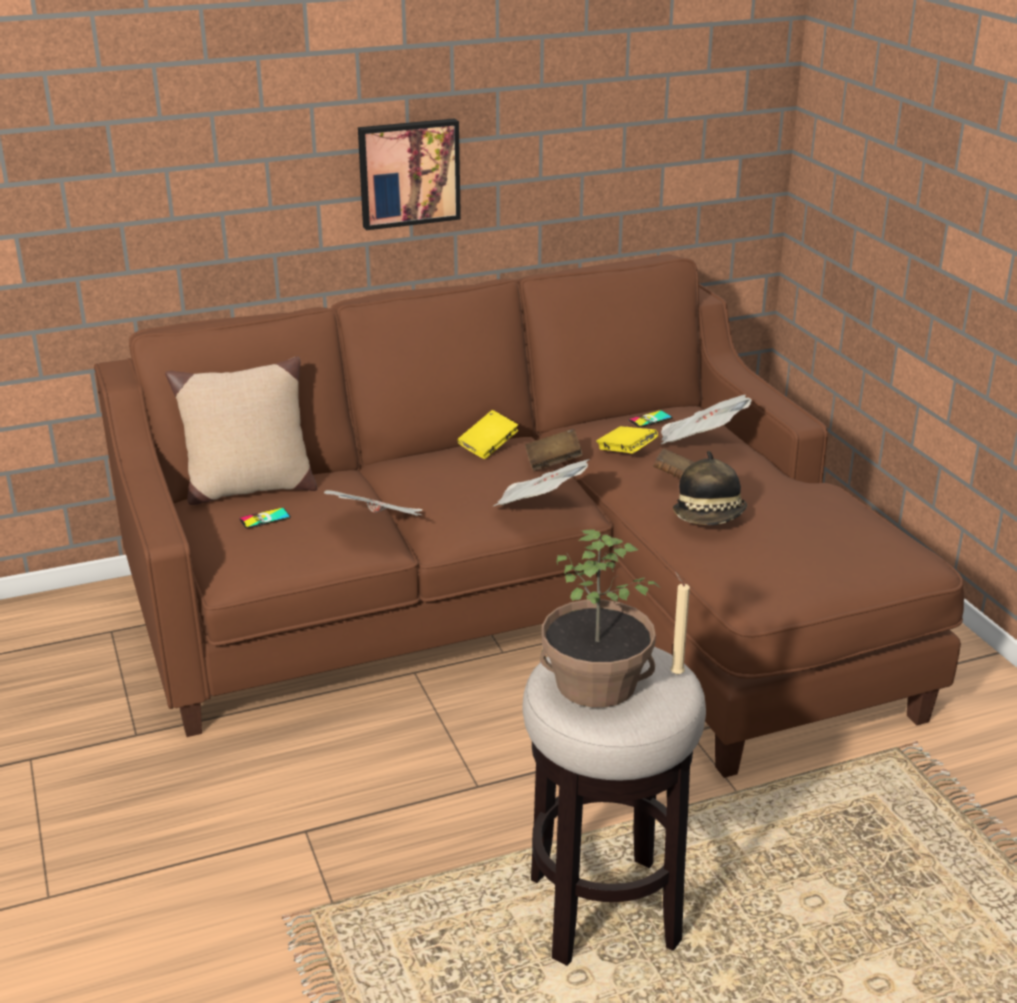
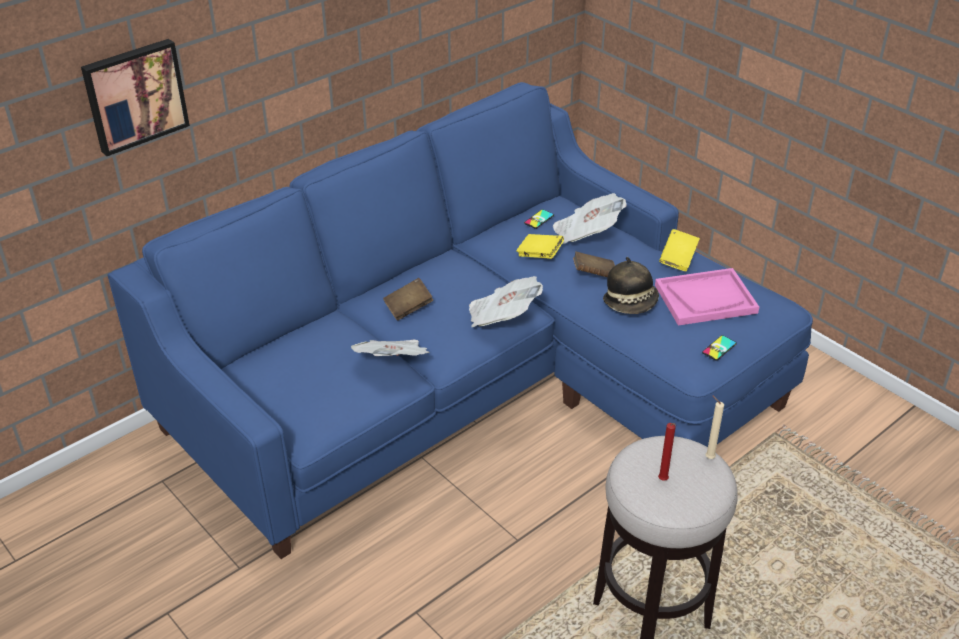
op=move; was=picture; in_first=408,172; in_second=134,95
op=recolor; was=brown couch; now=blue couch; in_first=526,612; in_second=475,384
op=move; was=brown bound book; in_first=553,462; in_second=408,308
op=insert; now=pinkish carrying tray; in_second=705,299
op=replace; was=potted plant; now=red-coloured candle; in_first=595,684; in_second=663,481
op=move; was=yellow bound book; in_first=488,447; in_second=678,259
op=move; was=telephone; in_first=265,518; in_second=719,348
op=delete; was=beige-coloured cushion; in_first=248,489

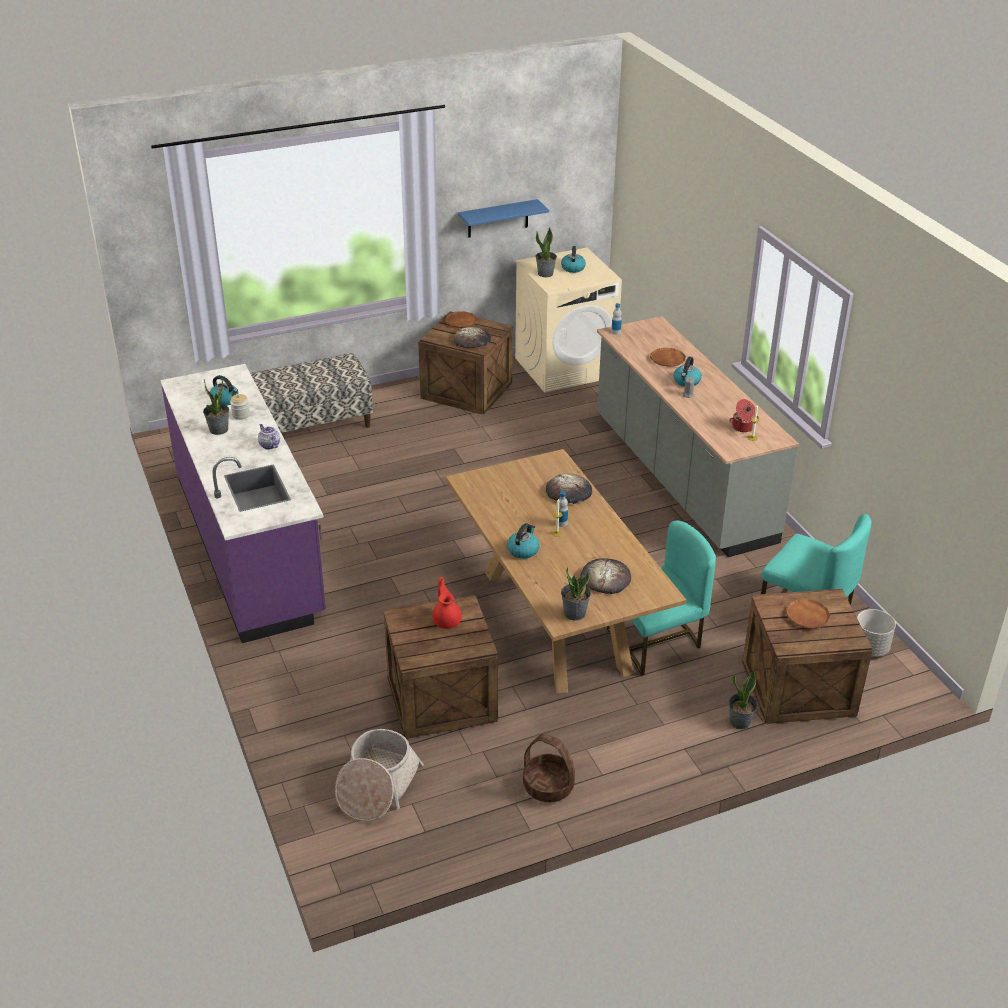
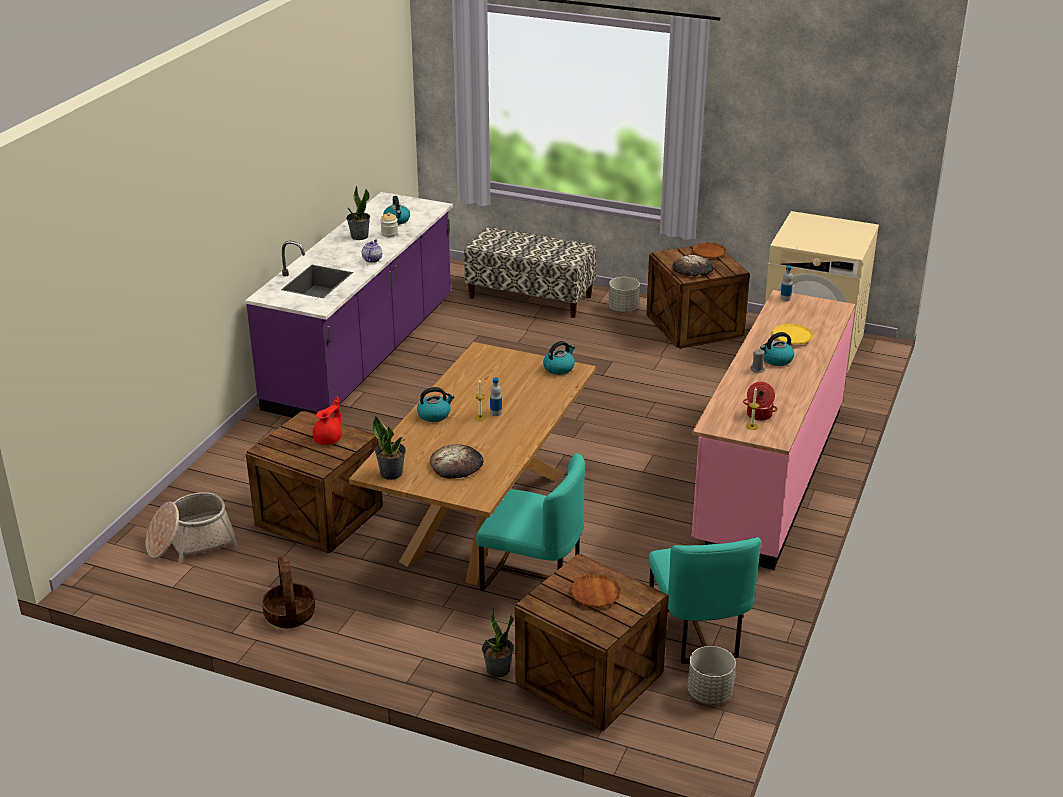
op=move; was=water kettle; in_first=573,268; in_second=559,368
op=insert; now=gray planter; in_second=623,309
op=recolor; was=gray kitchen counter; now=pinkish kitchen counter; in_first=681,479; in_second=768,475
op=recolor; was=brown flat dish; now=yellow flat dish; in_first=667,359; in_second=792,337
op=delete; was=blue wall shelf; in_first=498,218
op=delete; was=potted plant; in_first=545,274
op=delete; was=baked bread; in_first=569,492

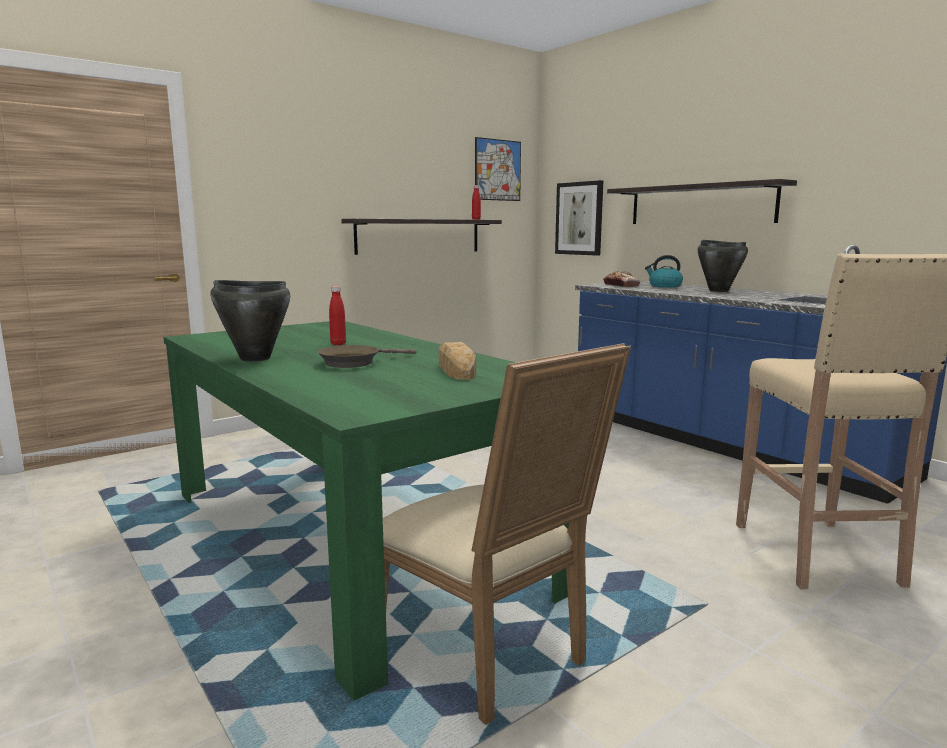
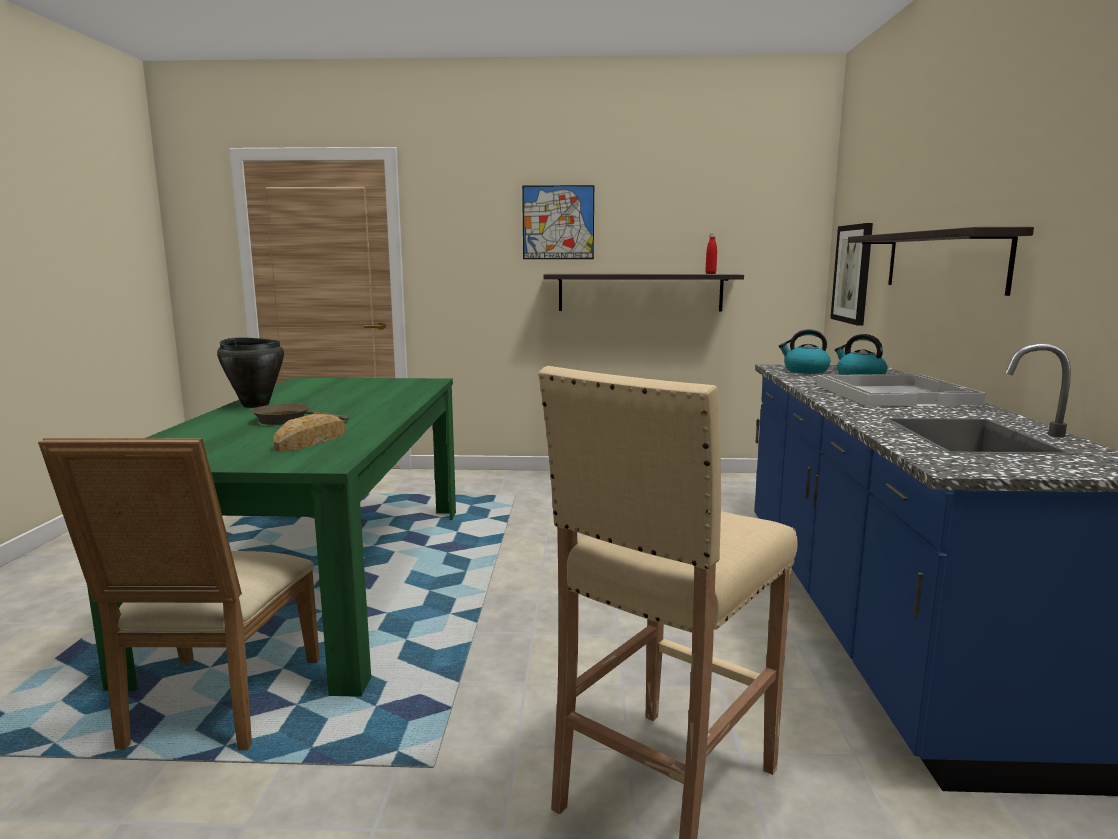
op=move; was=picture; in_first=497,170; in_second=558,222
op=replace; was=baked bread; now=water kettle; in_first=621,285; in_second=805,371
op=replace; was=black saucepot; now=white-coloured carrying tray; in_first=718,291; in_second=894,394
op=delete; was=red-coloured drink bottle; in_first=338,344

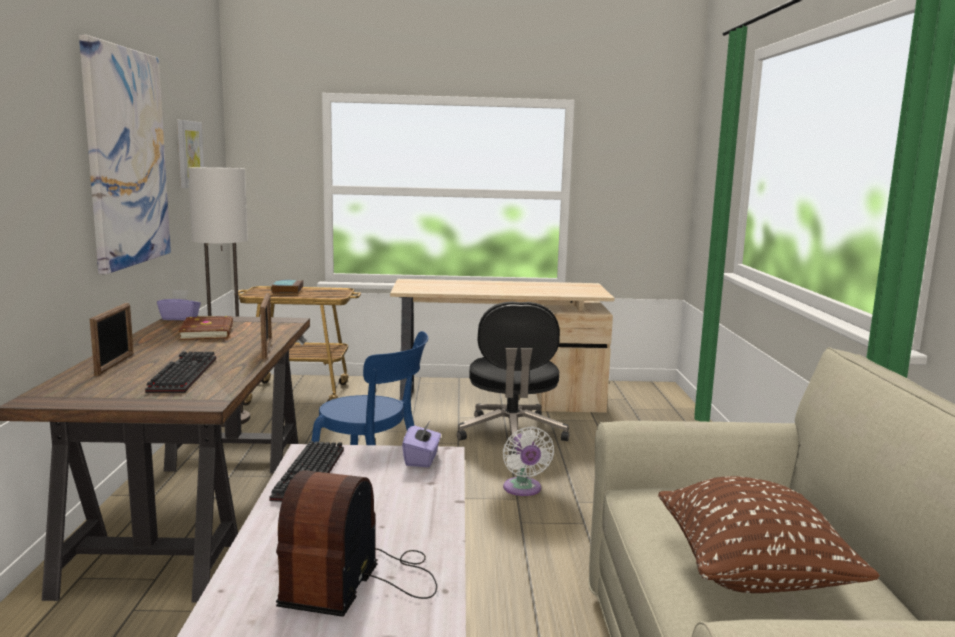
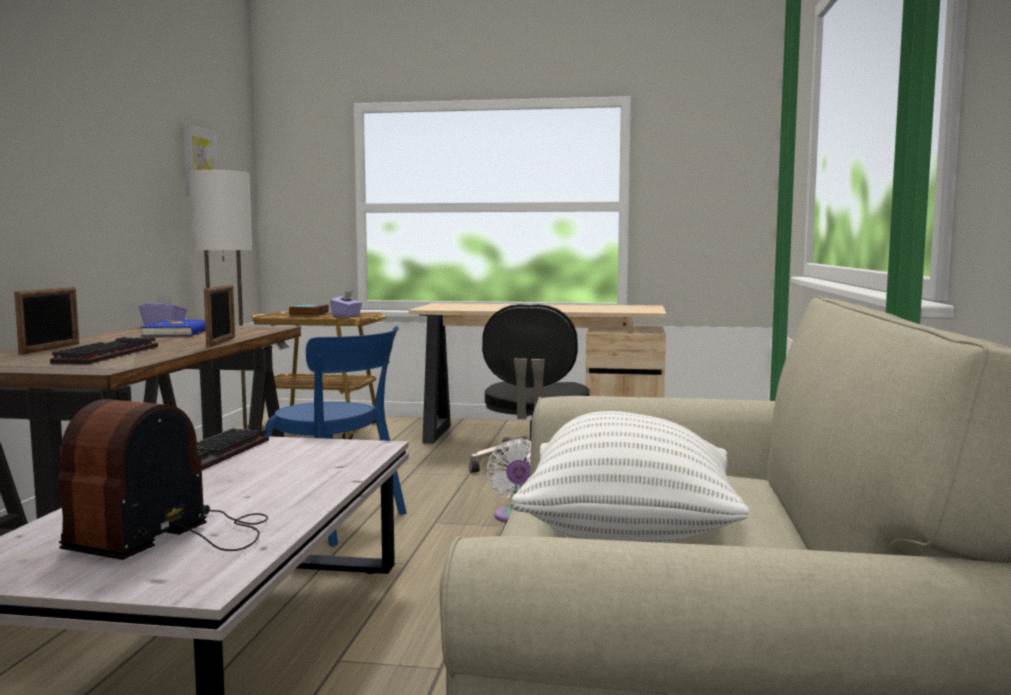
op=recolor; was=brown bound book; now=blue bound book; in_first=208,331; in_second=179,332
op=move; was=purple box of tissues; in_first=422,459; in_second=347,316
op=recolor; was=brown cushion; now=white-coloured cushion; in_first=752,574; in_second=628,534
op=delete; was=picture; in_first=126,158

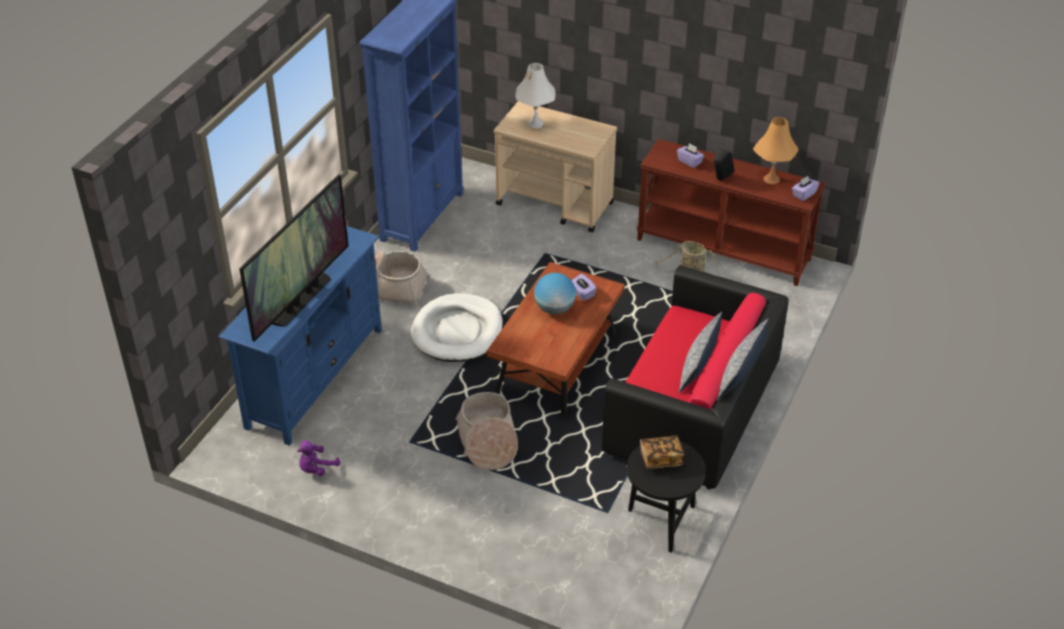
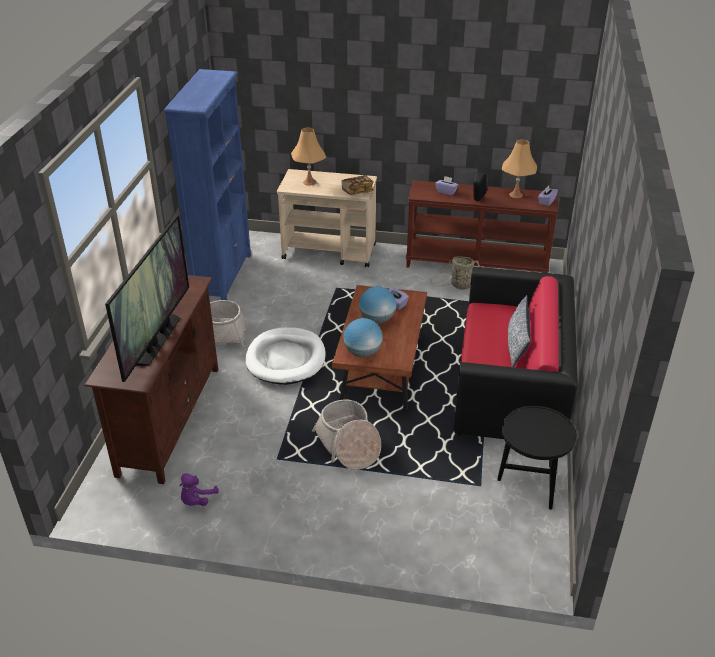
op=recolor; was=blue tv unit; now=brown tv unit; in_first=314,377; in_second=169,419
op=recolor; was=white-coloured tabletop lamp; now=orange tabletop lamp; in_first=535,123; in_second=309,182
op=move; was=bound book; in_first=661,458; in_second=357,191
op=insert; now=world globe; in_second=363,353
op=delete; was=cushion; in_first=740,372

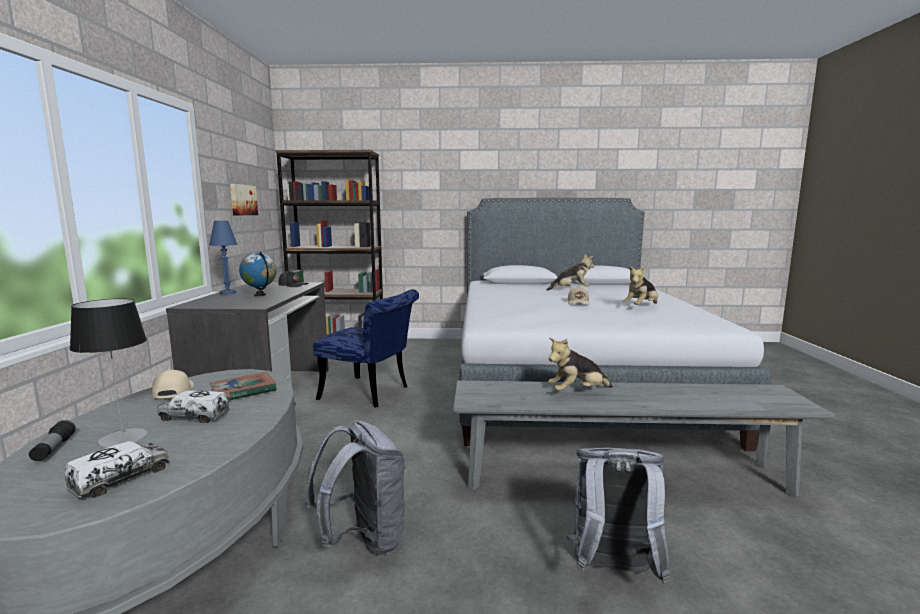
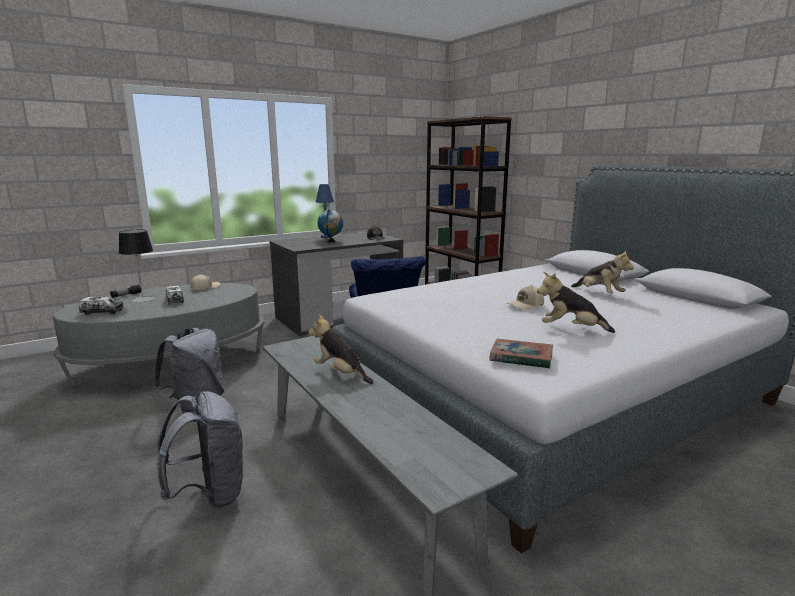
op=move; was=bound book; in_first=243,391; in_second=521,358
op=delete; was=picture; in_first=242,200

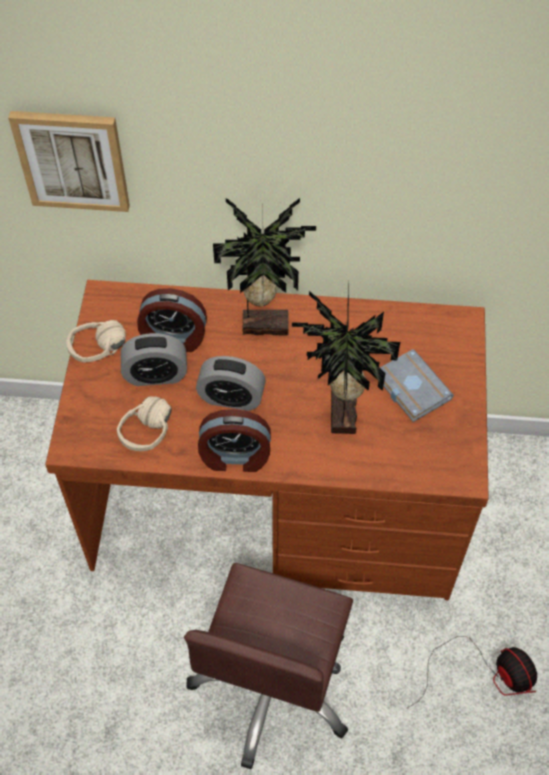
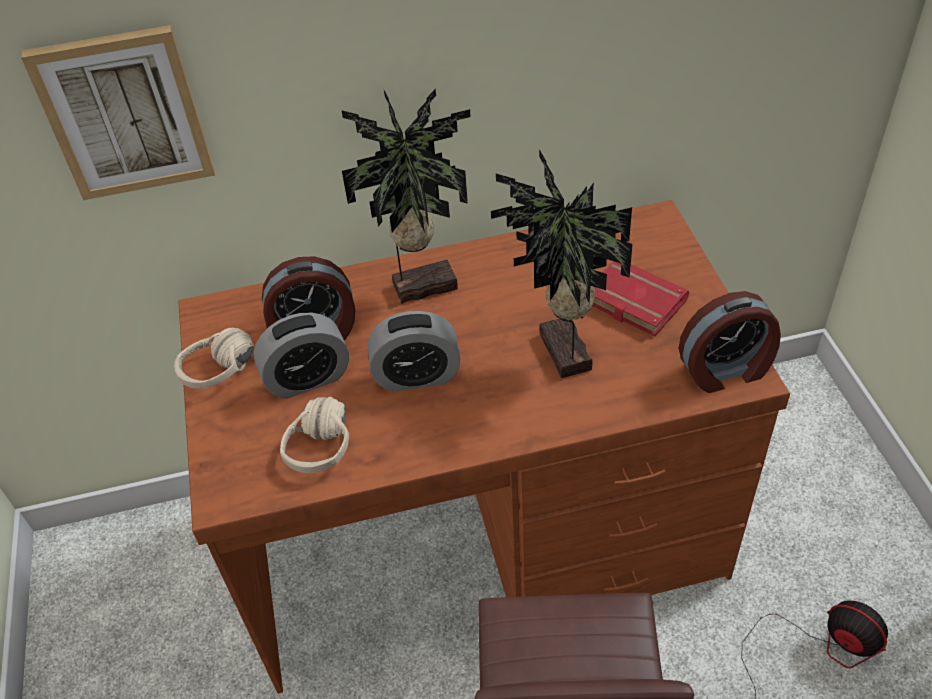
op=recolor; was=gray bound book; now=red-coloured bound book; in_first=410,388; in_second=631,302
op=move; was=bedside clock; in_first=235,457; in_second=726,371

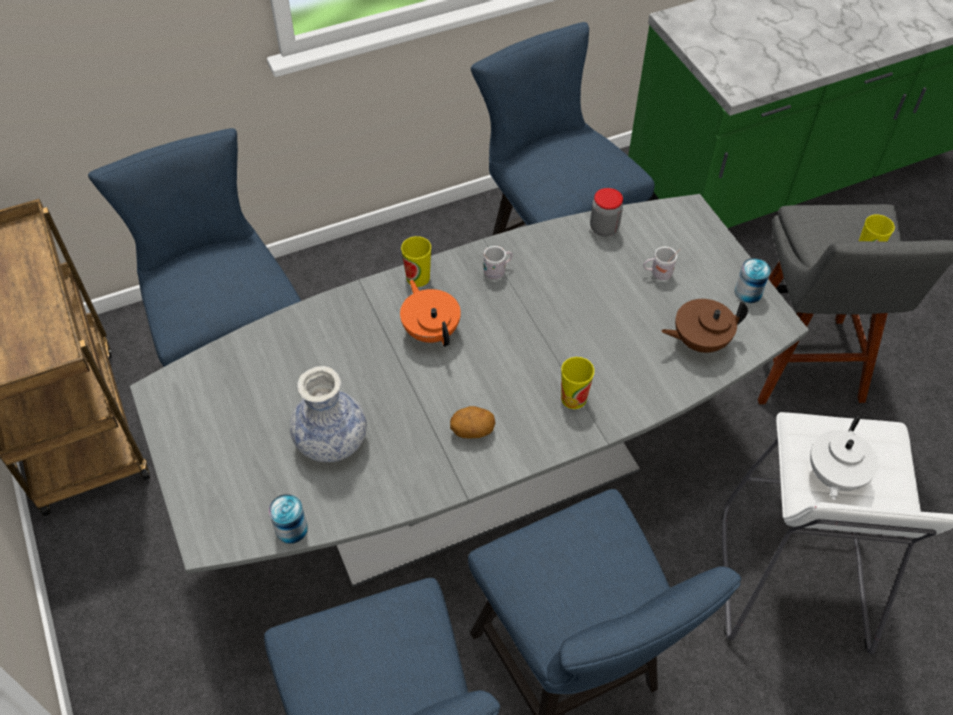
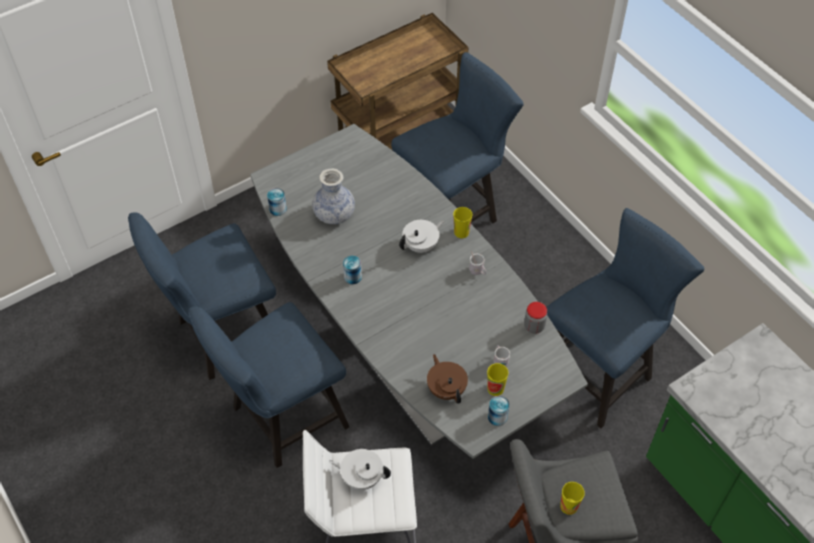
op=replace; was=whole potato; now=sealed can; in_first=472,431; in_second=352,277
op=recolor; was=orange pot for tea; now=white-coloured pot for tea; in_first=431,330; in_second=421,246
op=move; was=cup; in_first=573,398; in_second=495,388

